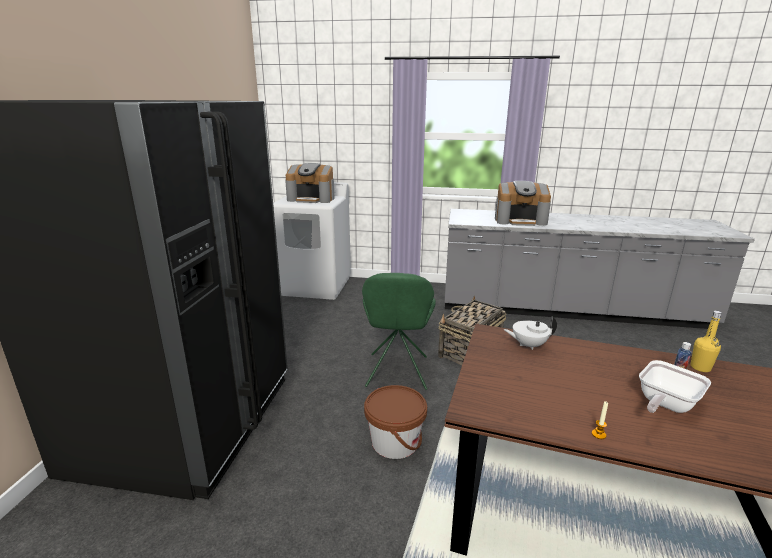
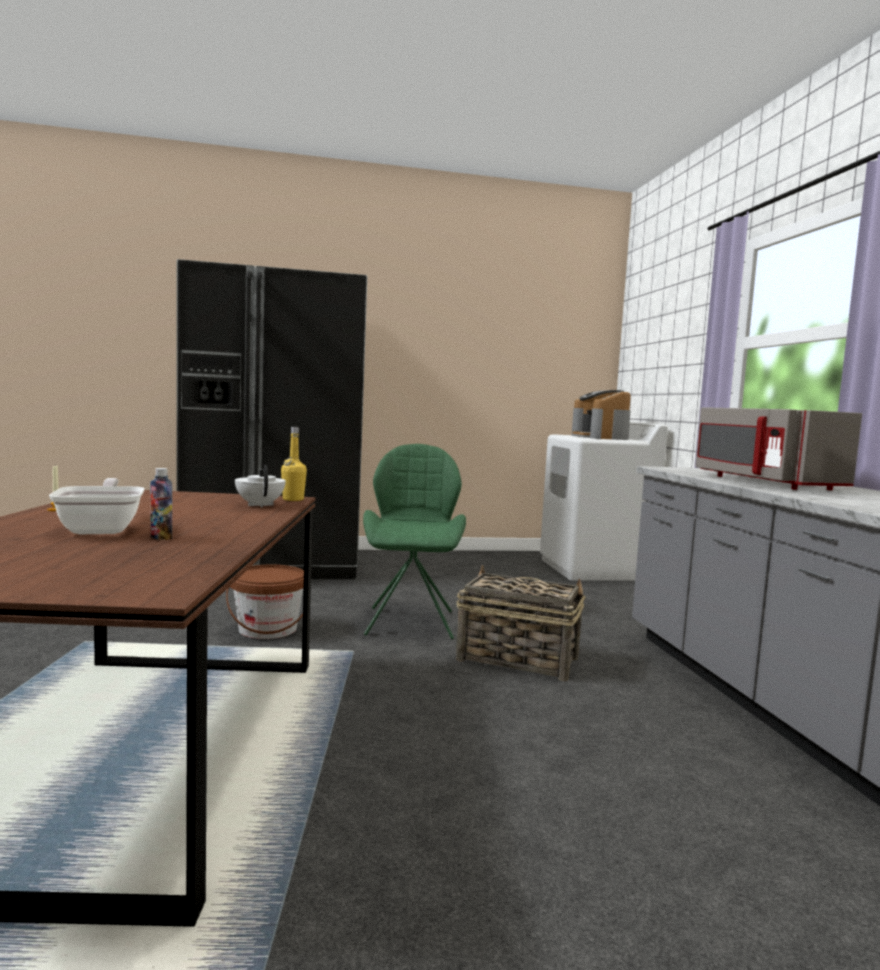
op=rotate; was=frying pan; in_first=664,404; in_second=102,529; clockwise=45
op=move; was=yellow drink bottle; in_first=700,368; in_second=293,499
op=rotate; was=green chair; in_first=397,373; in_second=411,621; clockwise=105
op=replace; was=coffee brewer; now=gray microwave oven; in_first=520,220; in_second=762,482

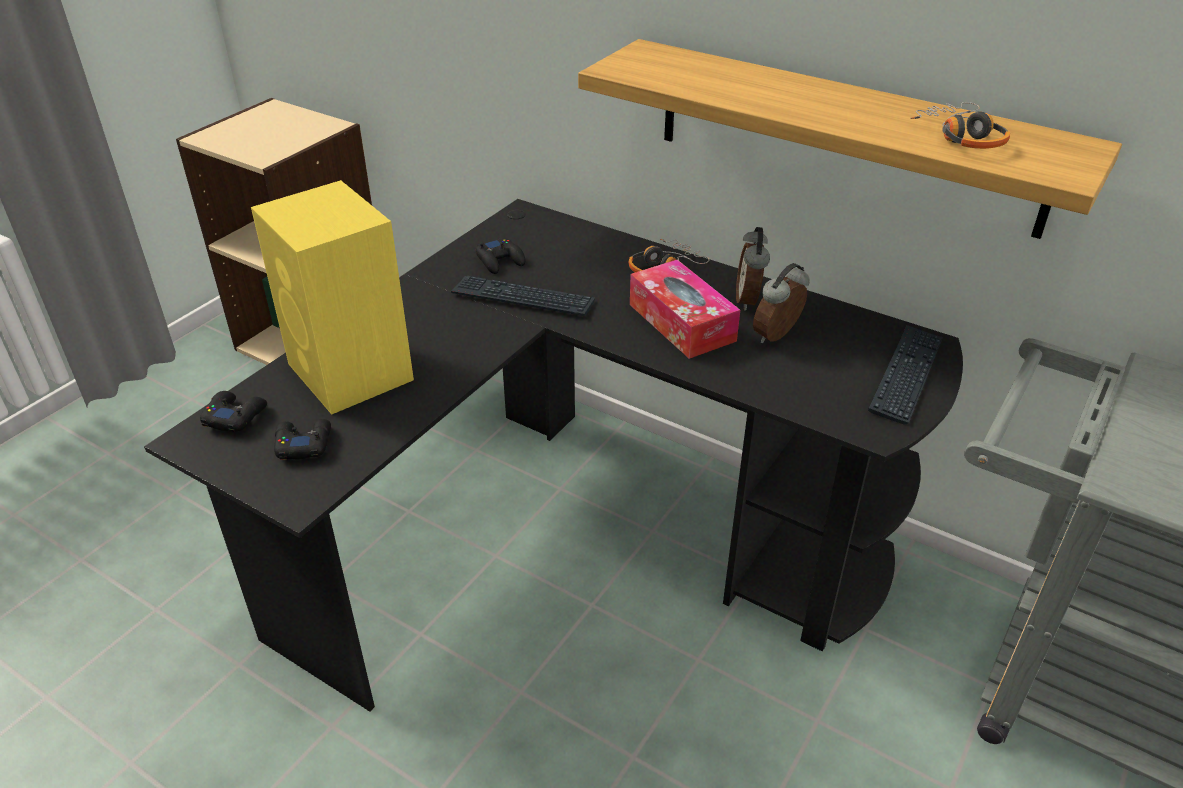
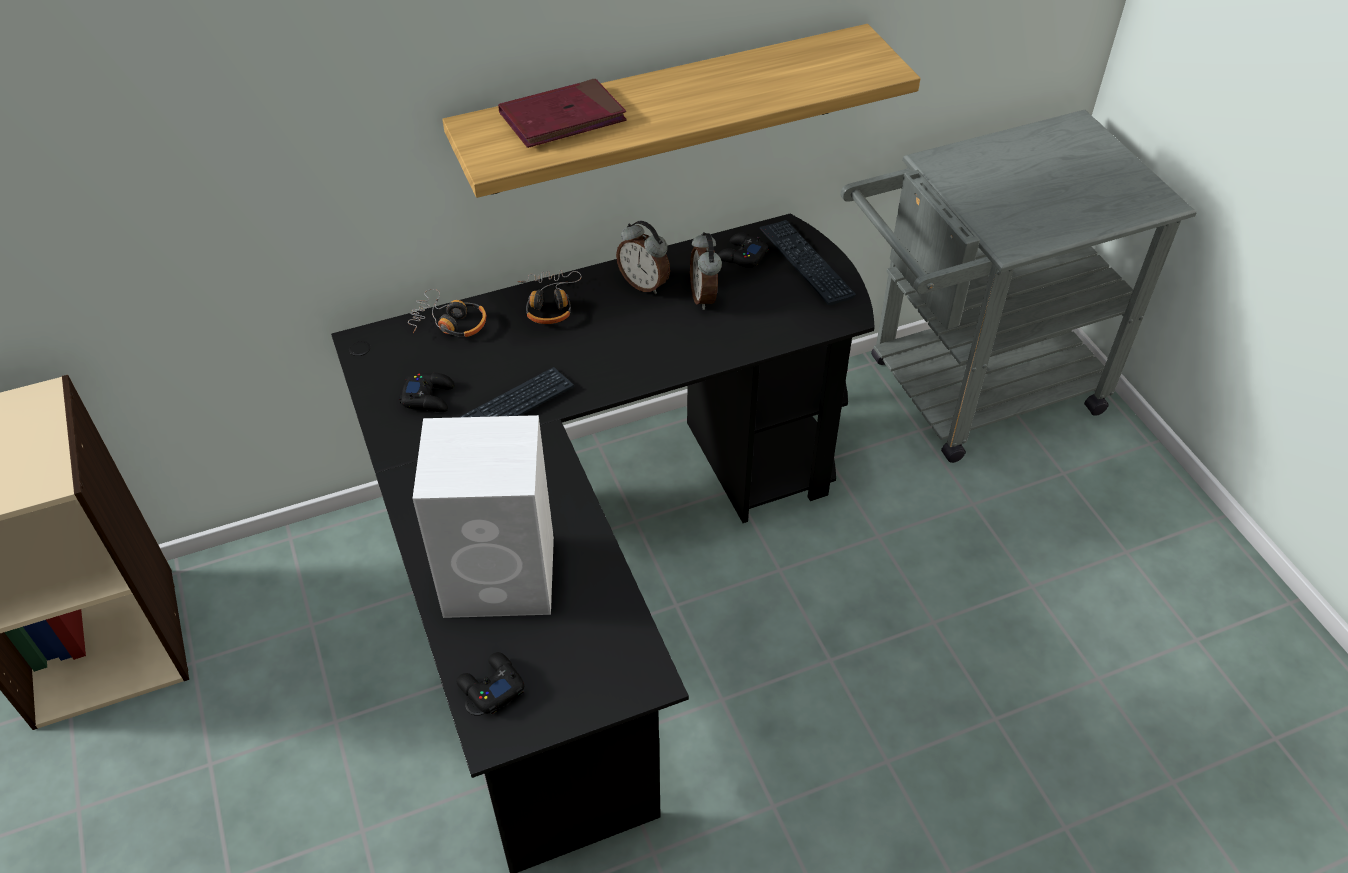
op=move; was=pair of headphones; in_first=961,136; in_second=449,323
op=recolor; was=yellow audio speaker; now=white-coloured audio speaker; in_first=352,373; in_second=503,576
op=insert; now=red-coloured bound book; in_second=562,118
op=move; was=black game controller; in_first=303,444; in_second=741,256
op=delete; was=box of tissues; in_first=681,322

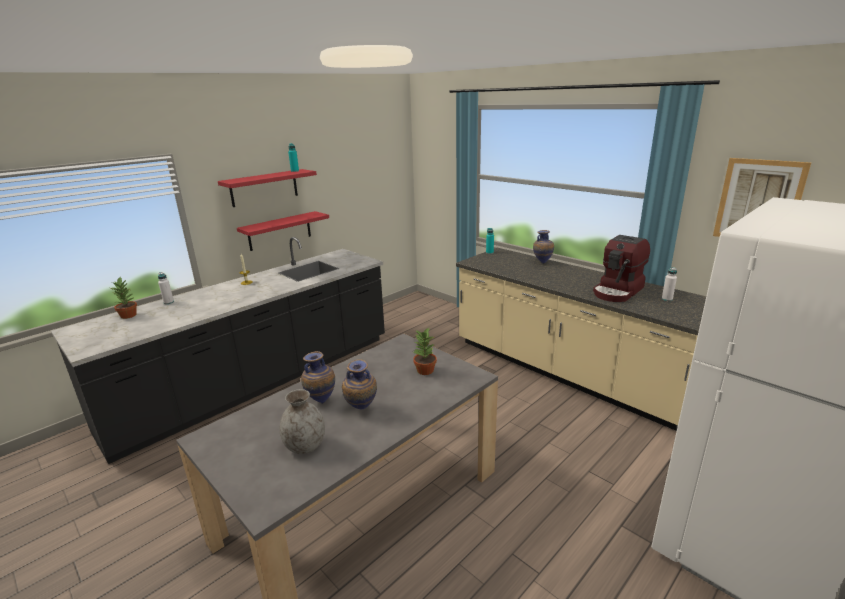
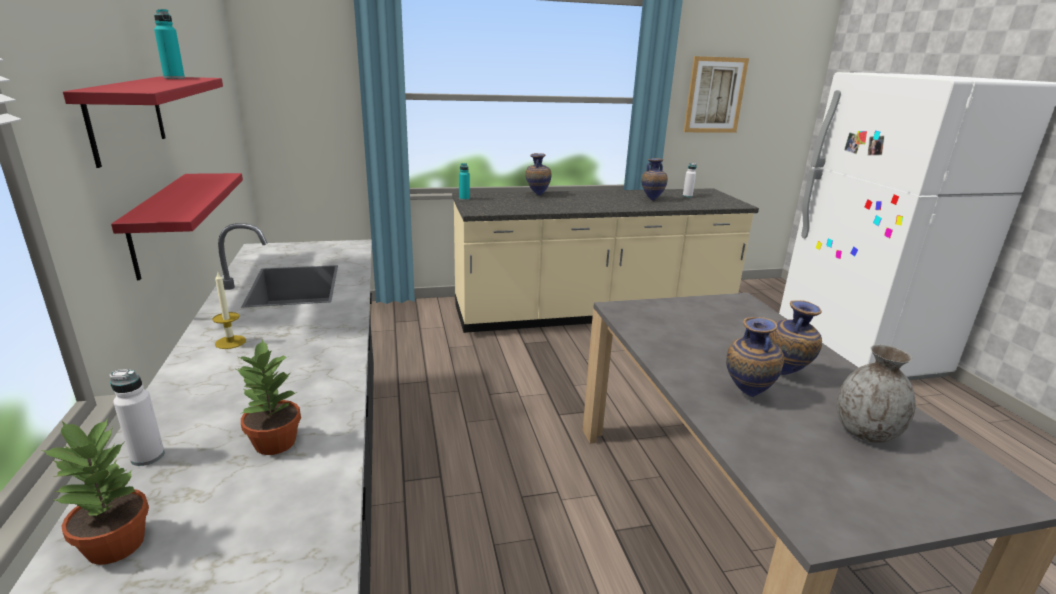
op=move; was=potted plant; in_first=424,370; in_second=274,443
op=replace; was=coffee brewer; now=flower vase; in_first=618,291; in_second=652,199

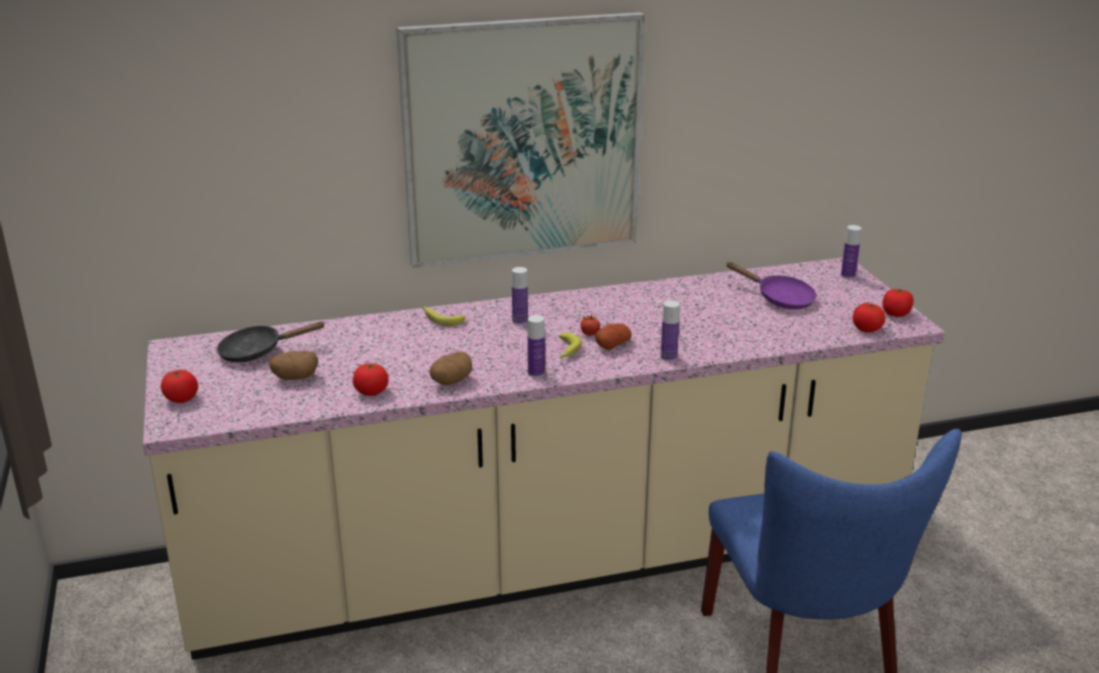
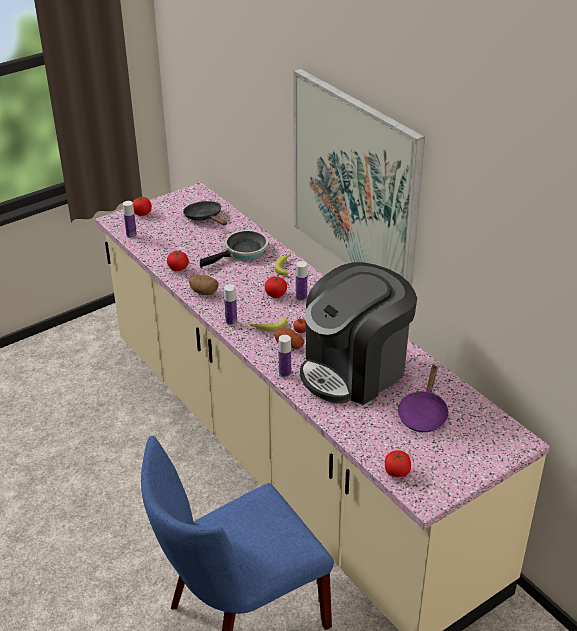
op=move; was=drink bottle; in_first=848,276; in_second=131,235
op=insert; now=frying pan; in_second=243,251
op=move; was=tomato; in_first=896,314; in_second=276,294
op=insert; now=coffee brewer; in_second=355,370
op=delete; was=whole potato; in_first=295,377

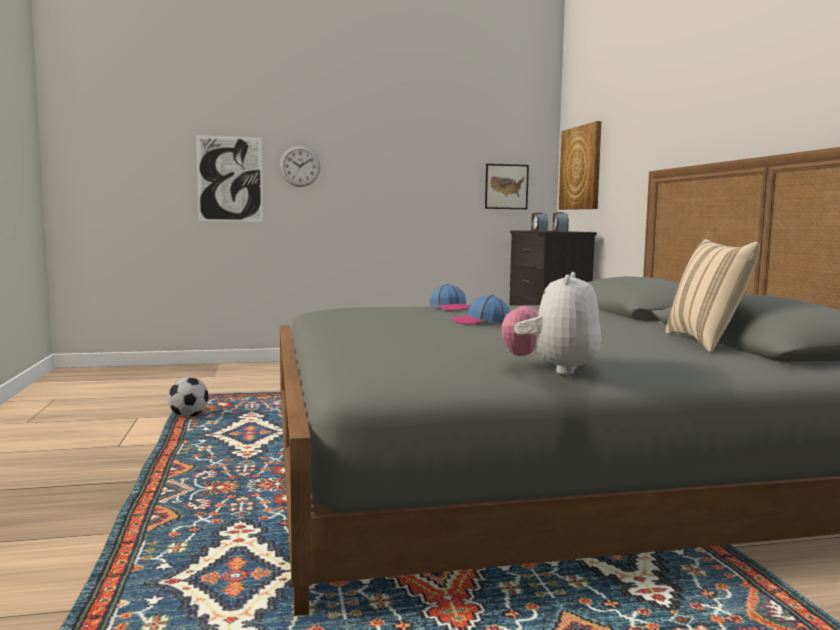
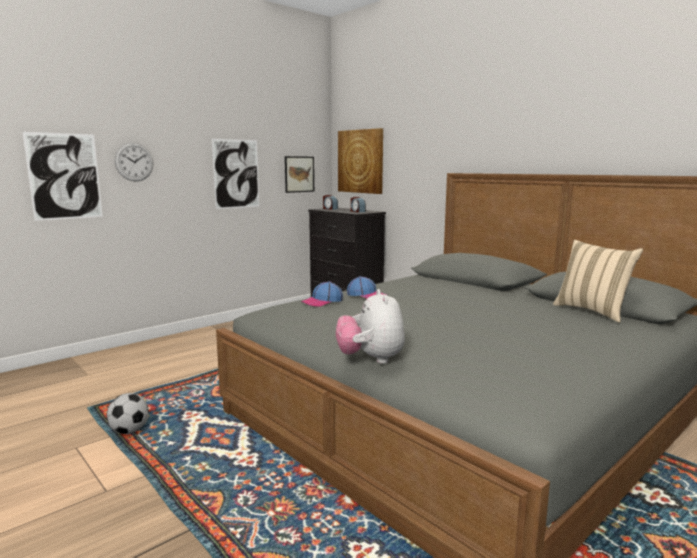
op=insert; now=picture; in_second=236,174
op=move; was=peaked cap; in_first=480,321; in_second=322,301
op=move; was=soft toy; in_first=552,369; in_second=371,359

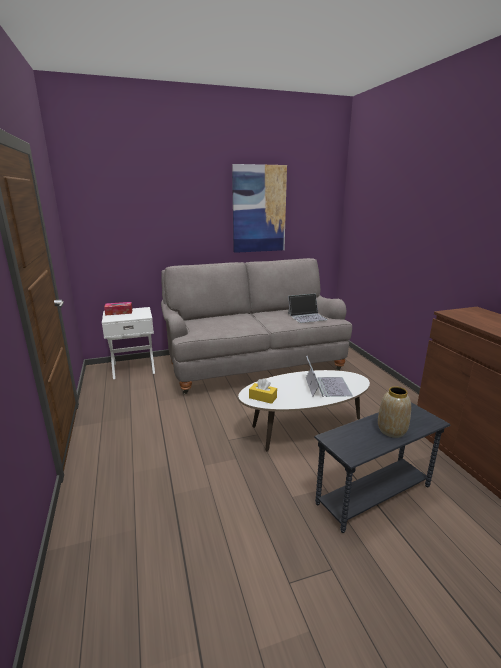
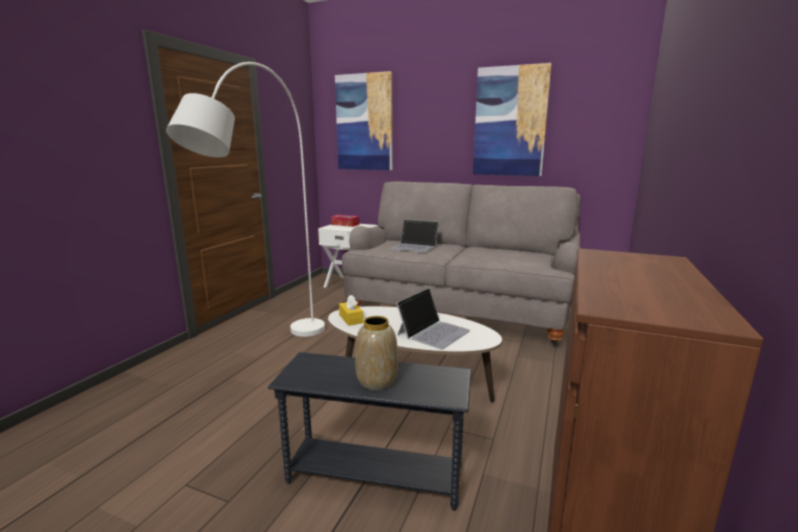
op=insert; now=white-coloured standing lamp; in_second=272,359
op=insert; now=picture; in_second=364,122
op=move; was=laptop; in_first=307,316; in_second=415,246

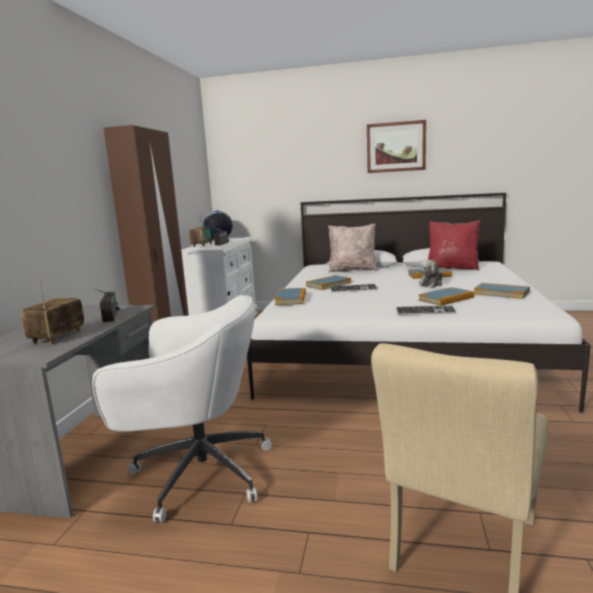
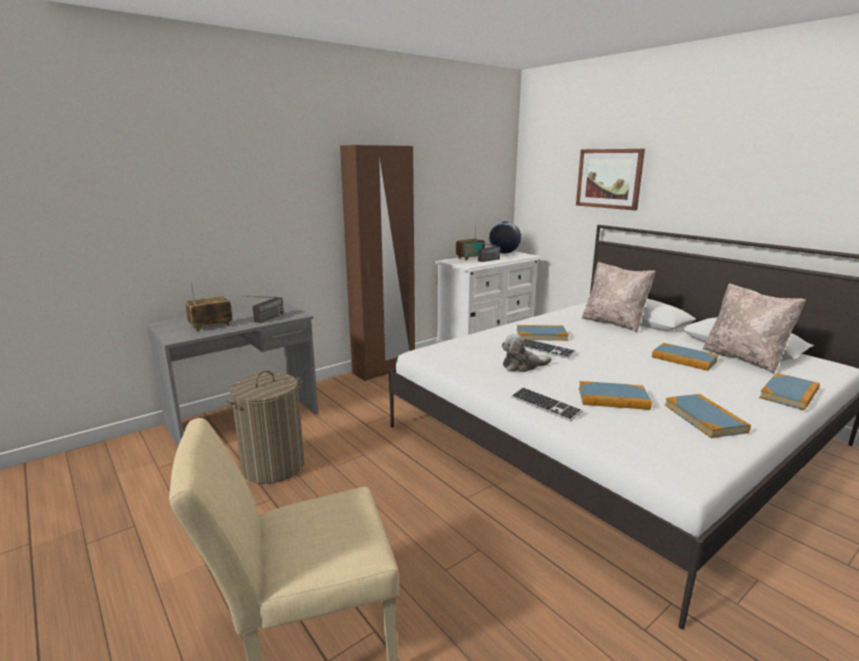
op=replace; was=white-coloured office chair; now=hamper; in_first=198,472; in_second=273,466
op=move; was=soft toy; in_first=431,284; in_second=522,366
op=move; was=picture; in_first=396,147; in_second=609,178
op=recolor; was=red-coloured cushion; now=beige-coloured cushion; in_first=452,268; in_second=744,359
op=move; was=bound book; in_first=291,299; in_second=789,394

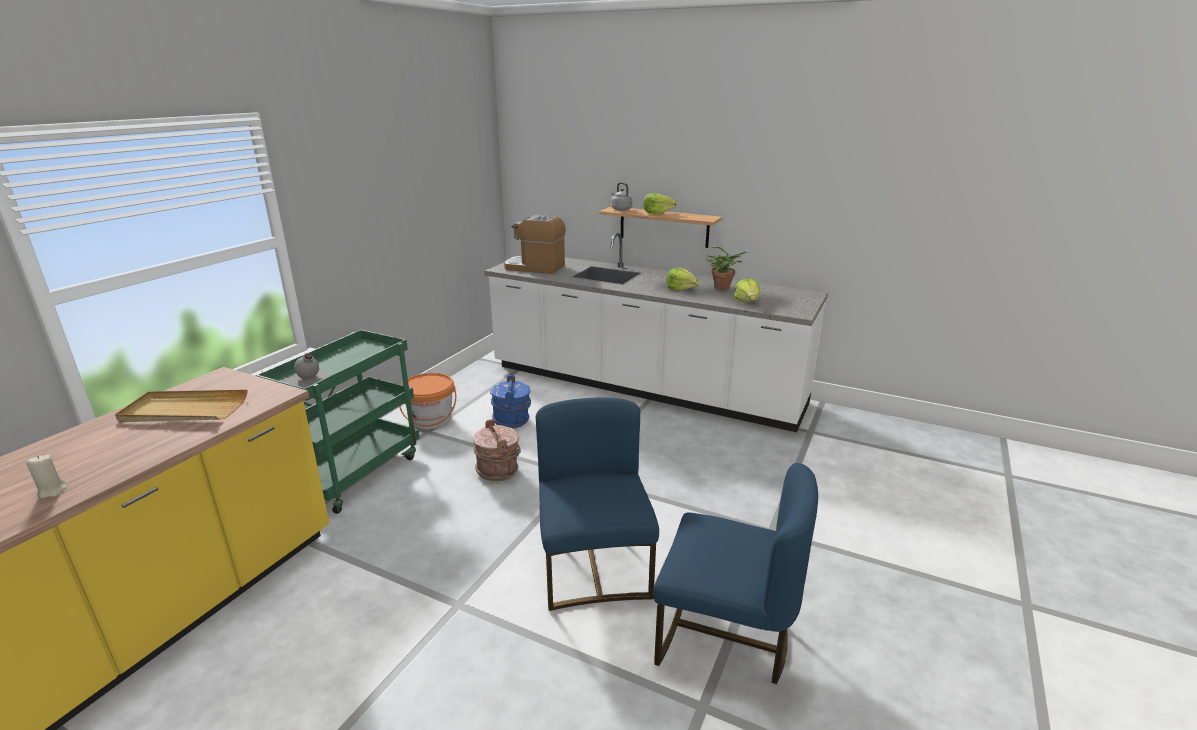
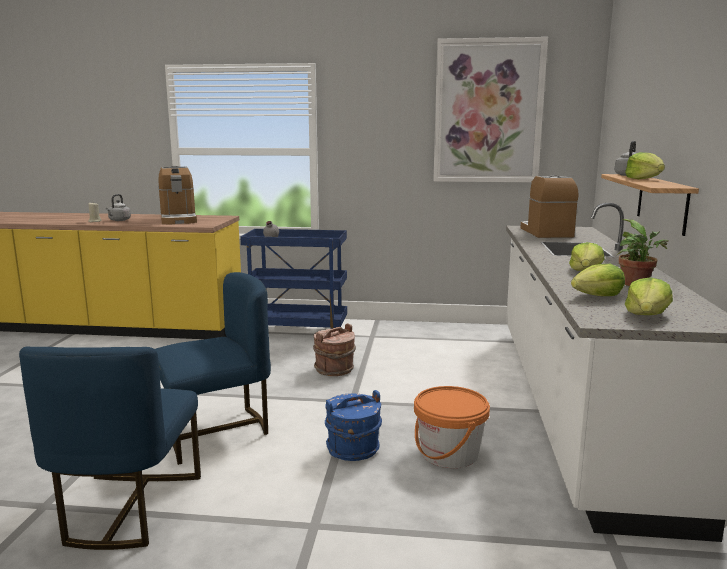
op=insert; now=gray water kettle; in_second=119,220
op=replace; was=beige-coloured carrying tray; now=coffee brewer; in_first=184,410; in_second=178,219
op=recolor; was=green trolley; now=blue trolley; in_first=356,473; in_second=298,331
op=move; was=blue bucket; in_first=512,420; in_second=353,450
op=move; was=orange bucket; in_first=431,419; in_second=449,453
op=insert; now=picture; in_second=488,112
op=insert; now=head of lettuce; in_second=646,315

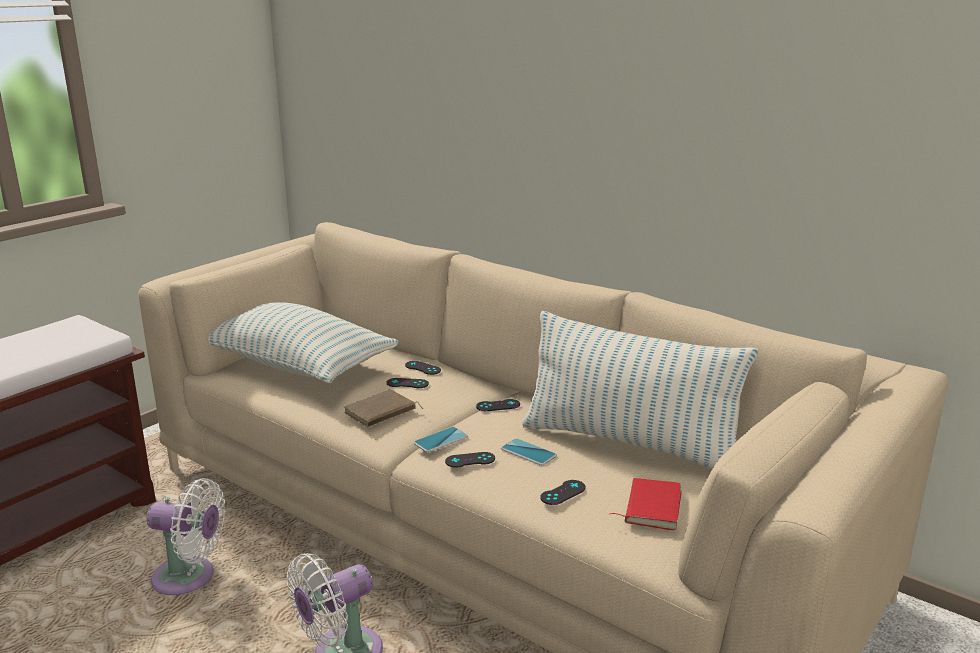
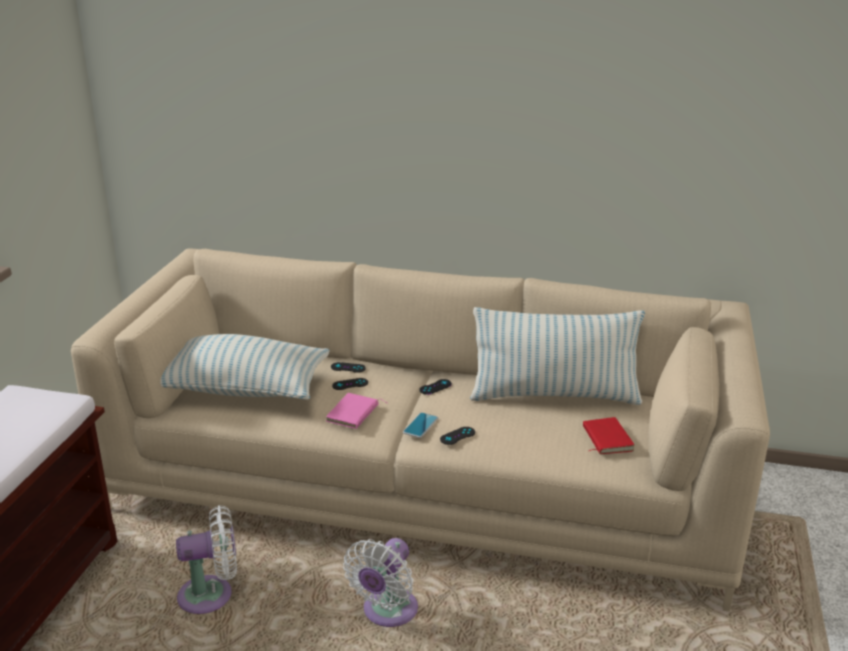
op=recolor; was=brown bound book; now=pinkish bound book; in_first=381,412; in_second=354,414
op=delete; was=telephone; in_first=528,452
op=delete; was=black game controller; in_first=563,493

